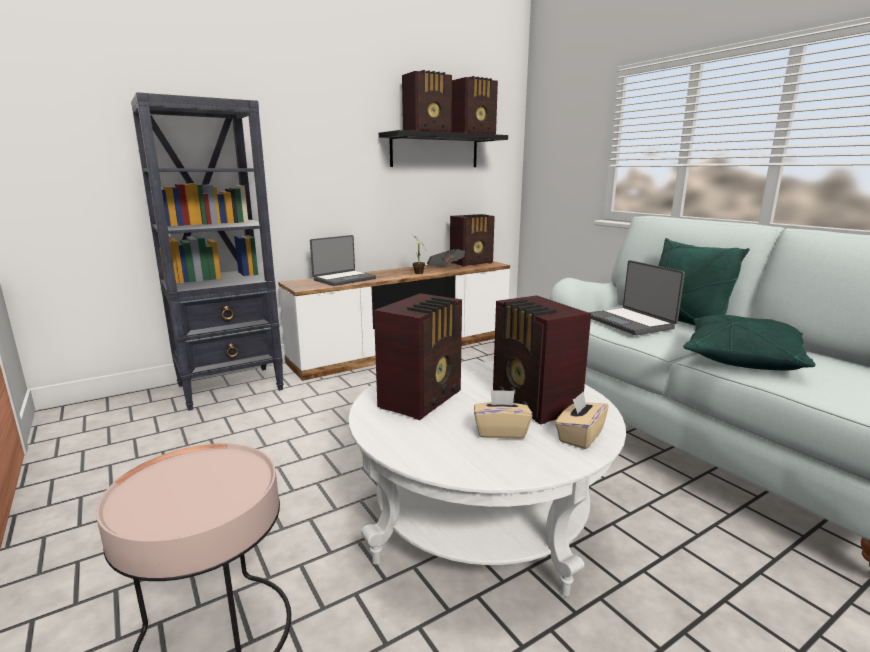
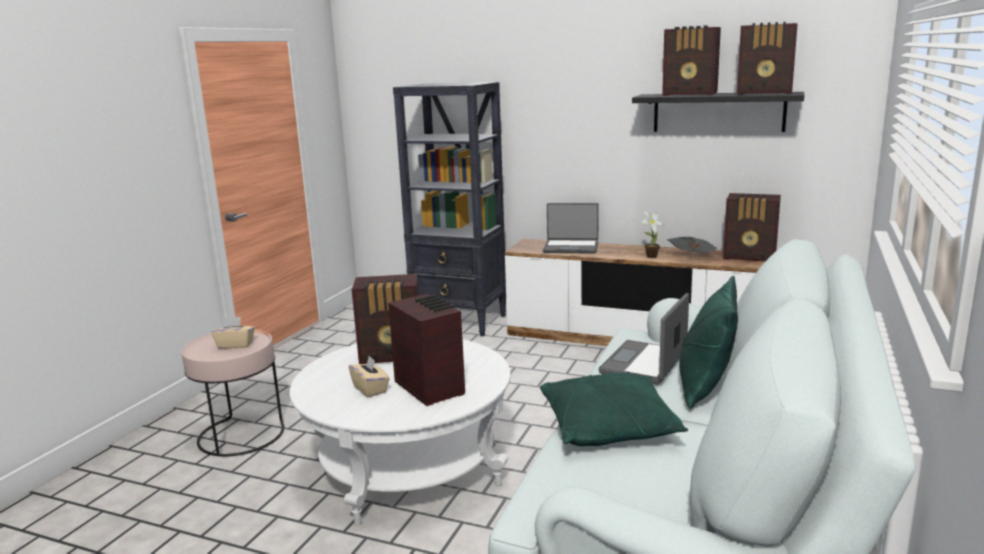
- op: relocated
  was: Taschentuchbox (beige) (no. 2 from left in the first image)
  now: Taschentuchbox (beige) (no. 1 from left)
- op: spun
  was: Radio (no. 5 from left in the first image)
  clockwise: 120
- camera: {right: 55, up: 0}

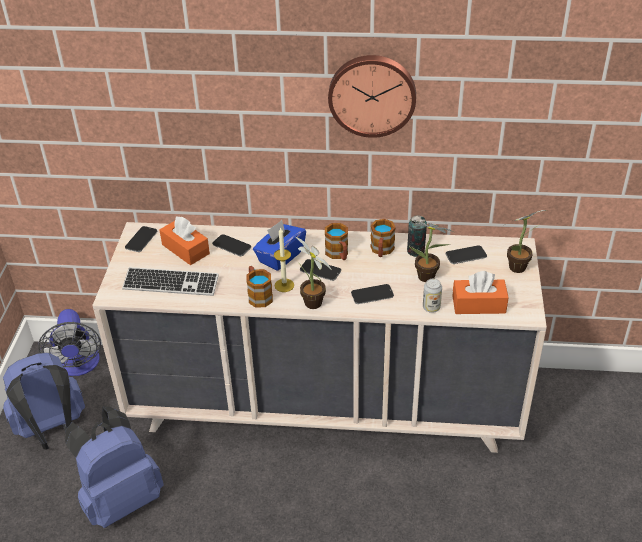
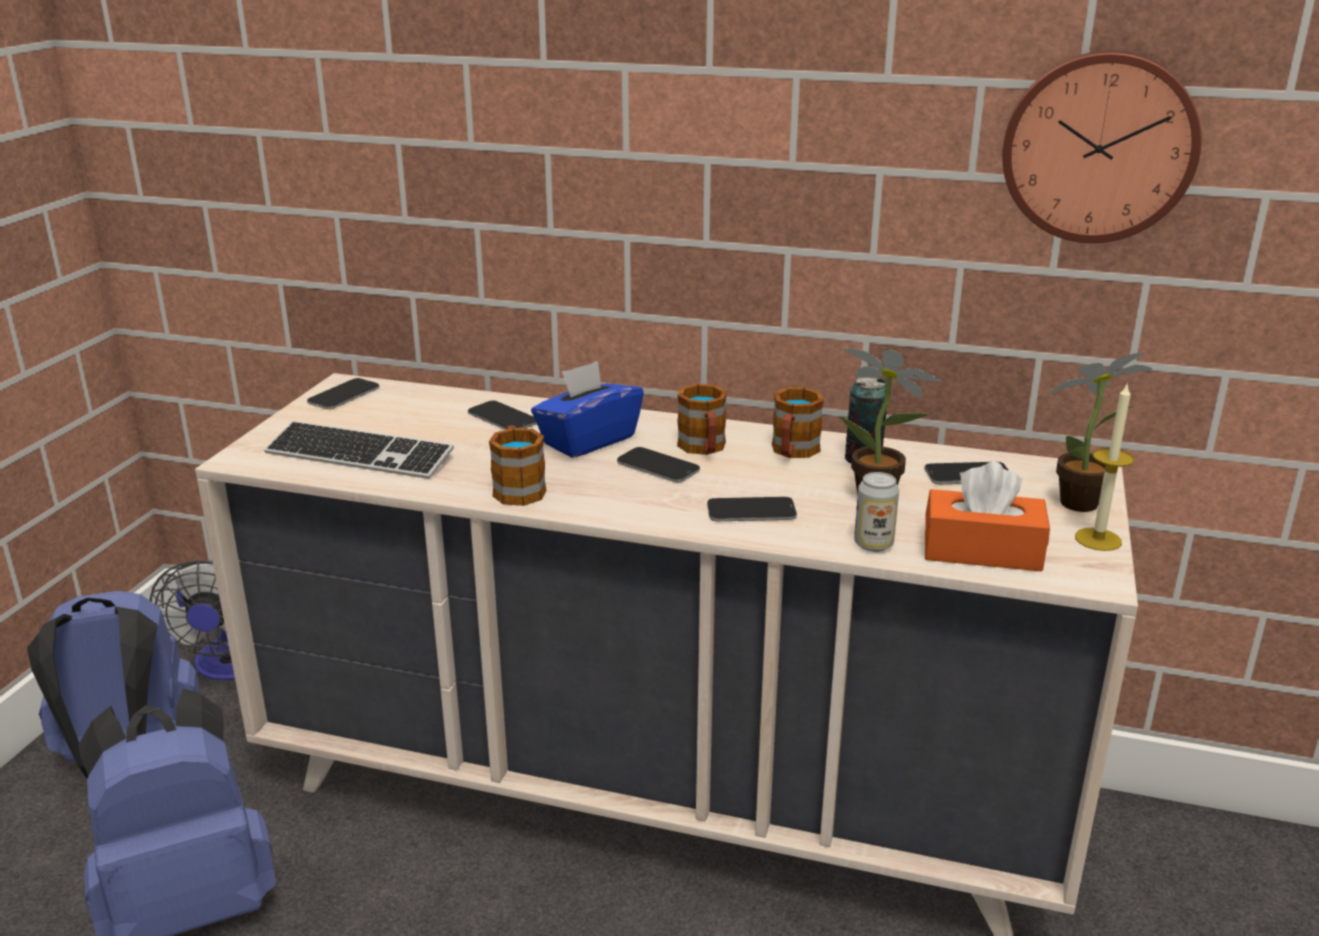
- op: relocated
  was: Wanduhr
- op: relocated
  was: Kerze
- op: missing
  was: Taschentuchbox (orange) (no. 1 from left)
- op: missing
  was: Topfpflanze (no. 1 from left)
- camera: {right: 10, up: -15}

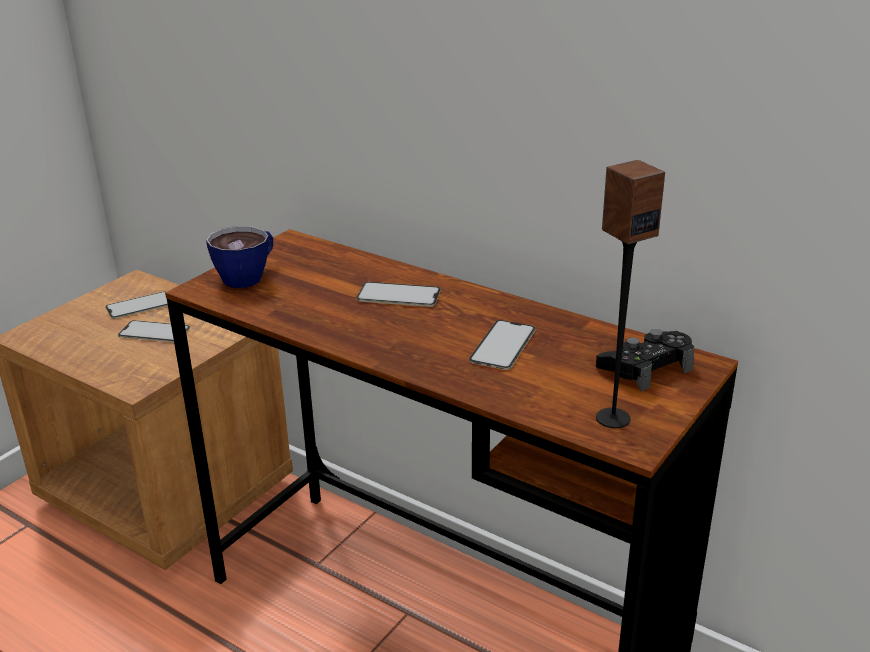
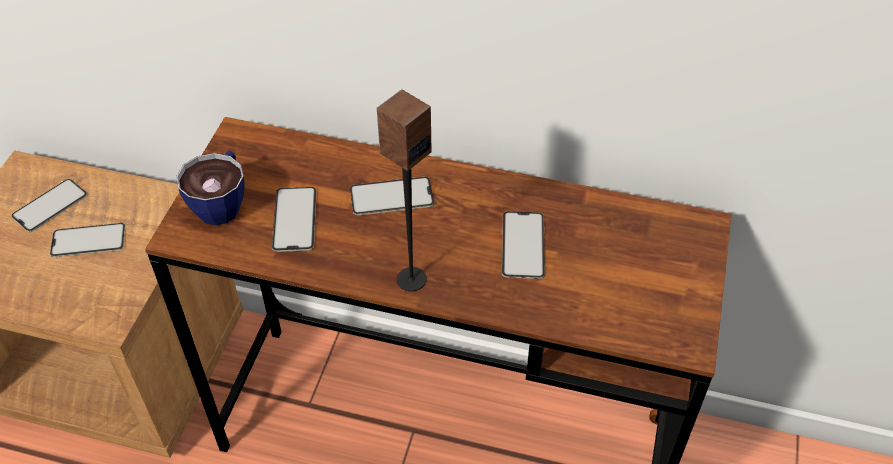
- op: appeared
  now: Handy (no. 3 from left)
- op: relocated
  was: Lautsprecher
- op: missing
  was: Gamepad (schwarz)
- camera: {right: -20, up: 20}

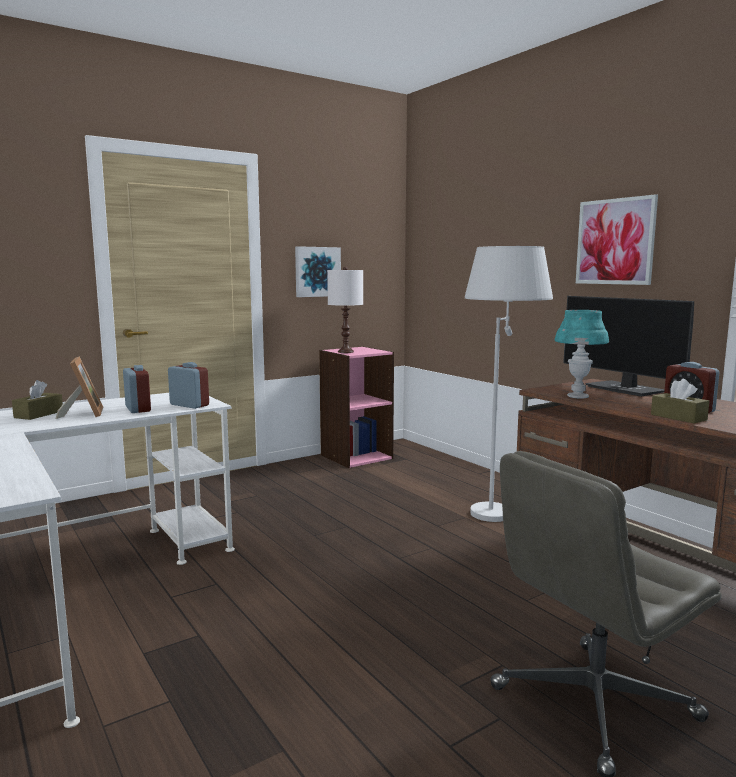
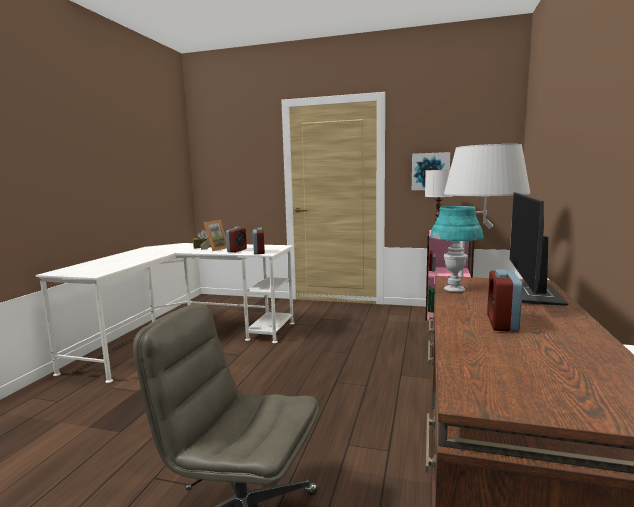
- op: missing
  was: Bild (no. 2 from left)
- op: missing
  was: Taschentuchbox (braun) (no. 2 from left)
- camera: {right: 50, up: 0}

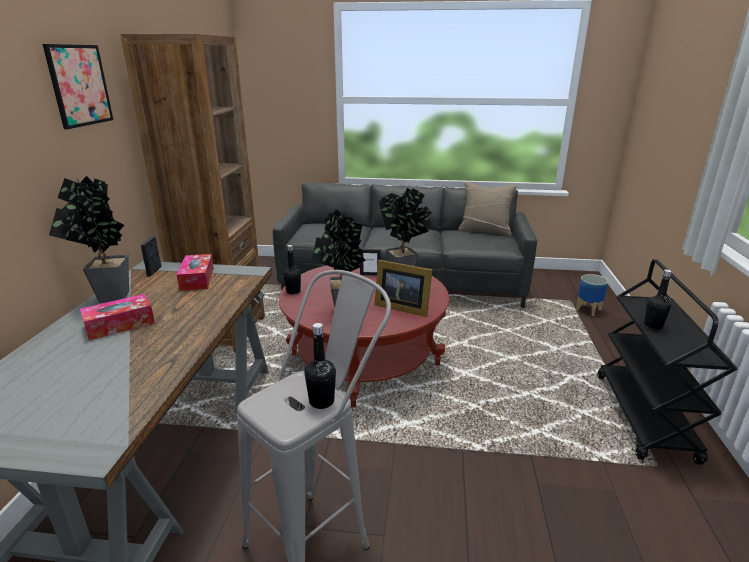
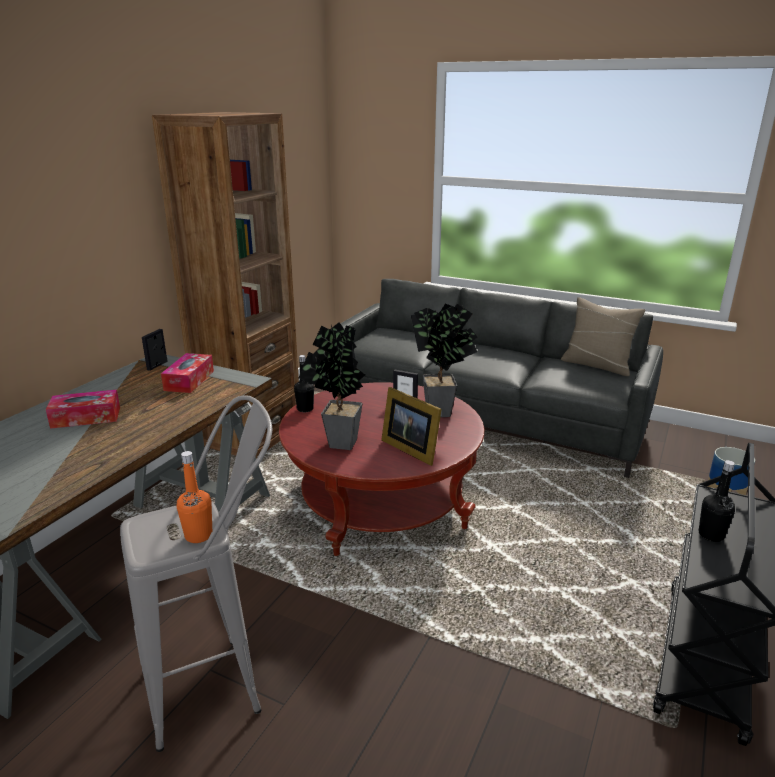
- op: colour
  was: Flasche (schwarz) (no. 2 from left)
  now: Flasche (orange)
- op: missing
  was: Bild
- op: missing
  was: Topfpflanze (no. 1 from left)
- camera: {right: 20, up: 0}

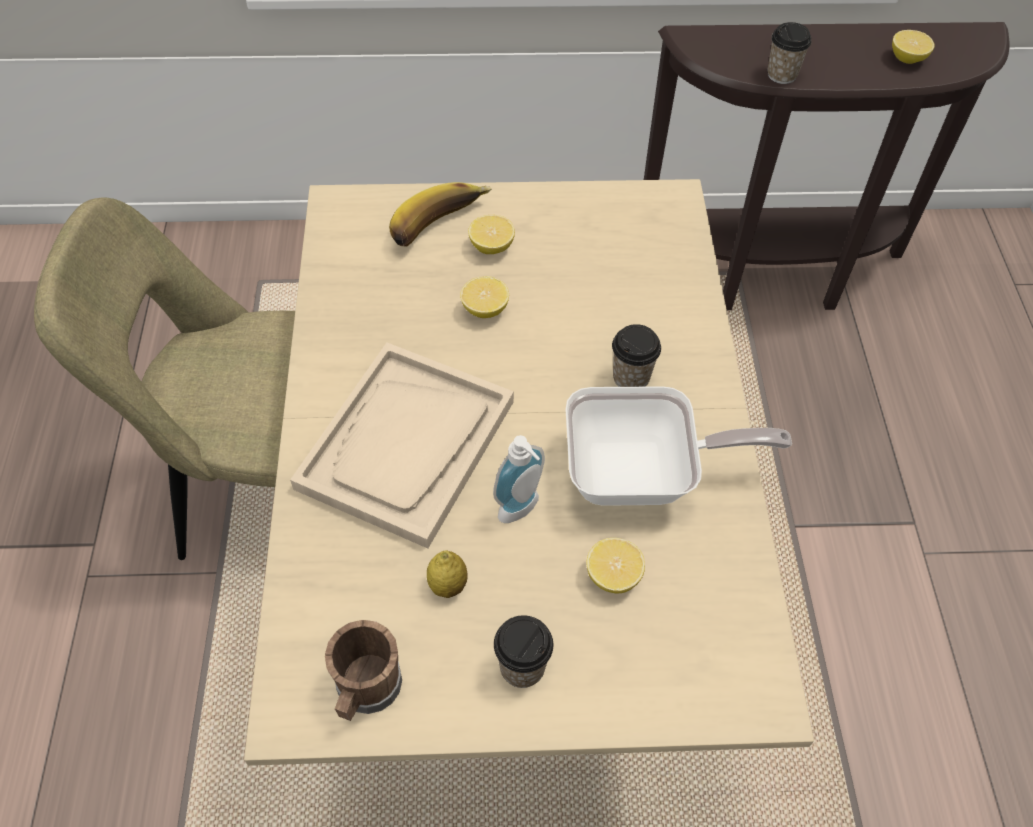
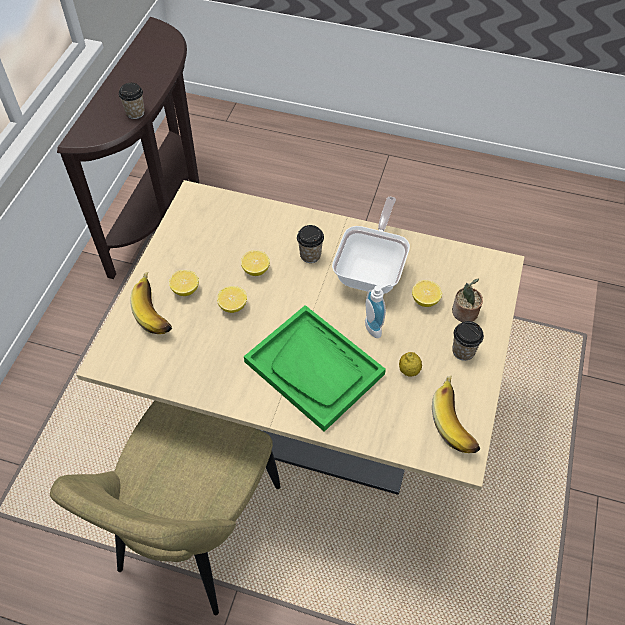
- op: relocated
  was: Zitrone (no. 5 from left in the first image)
  now: Zitrone (no. 3 from left)
- op: colour
  was: Tablett (beige)
  now: Tablett (grün)
- op: exchanged
  was: Henkelbecher (braun)
  now: Banane (no. 2 from left)
- op: appeared
  now: Topfpflanze
- camera: {right: -70, up: 0}

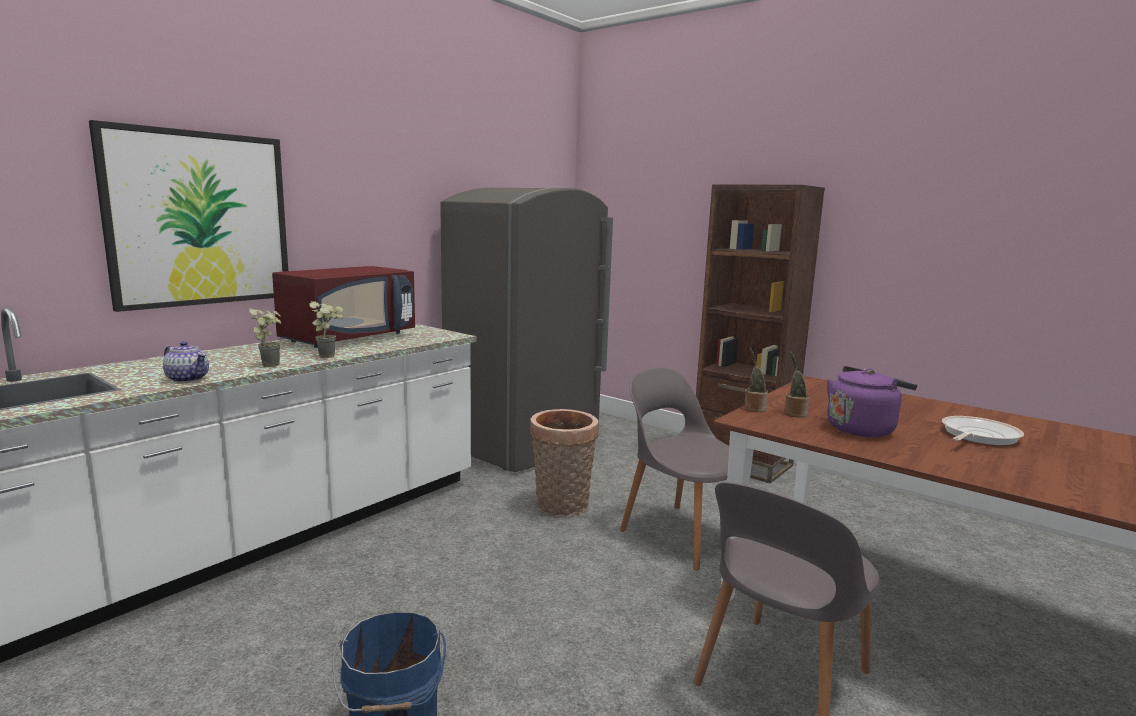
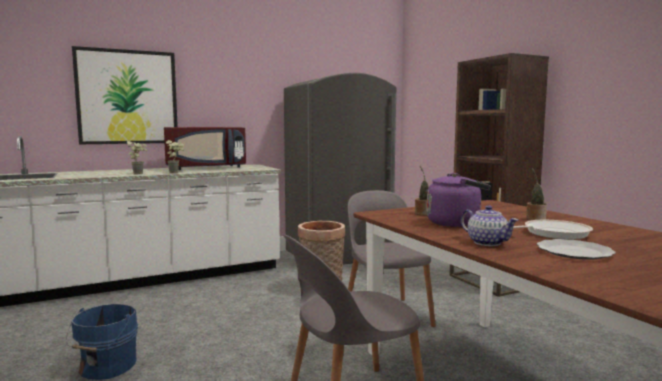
- op: relocated
  was: Teekanne
- op: relocated
  was: Topfpflanze (no. 3 from left in the first image)
  now: Topfpflanze (no. 4 from left)
- op: appeared
  now: Teller
- camera: {right: 25, up: -5}

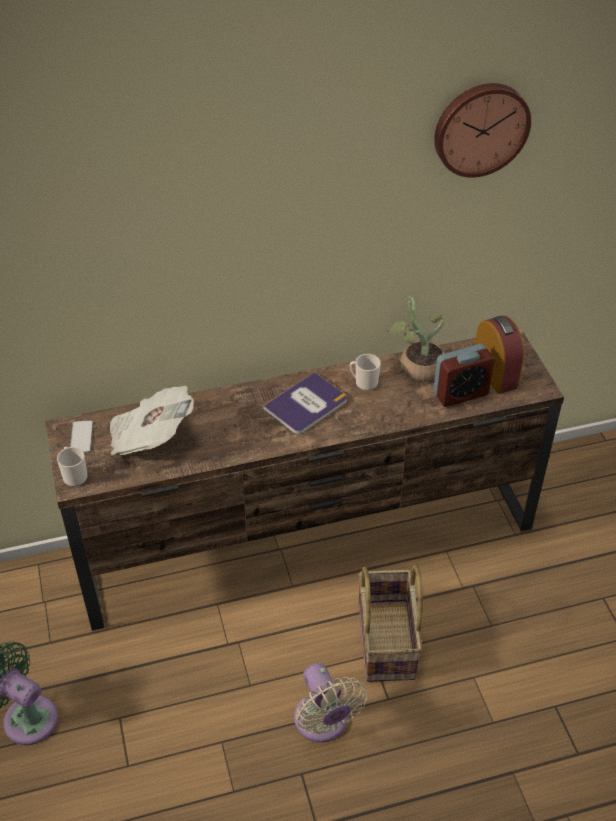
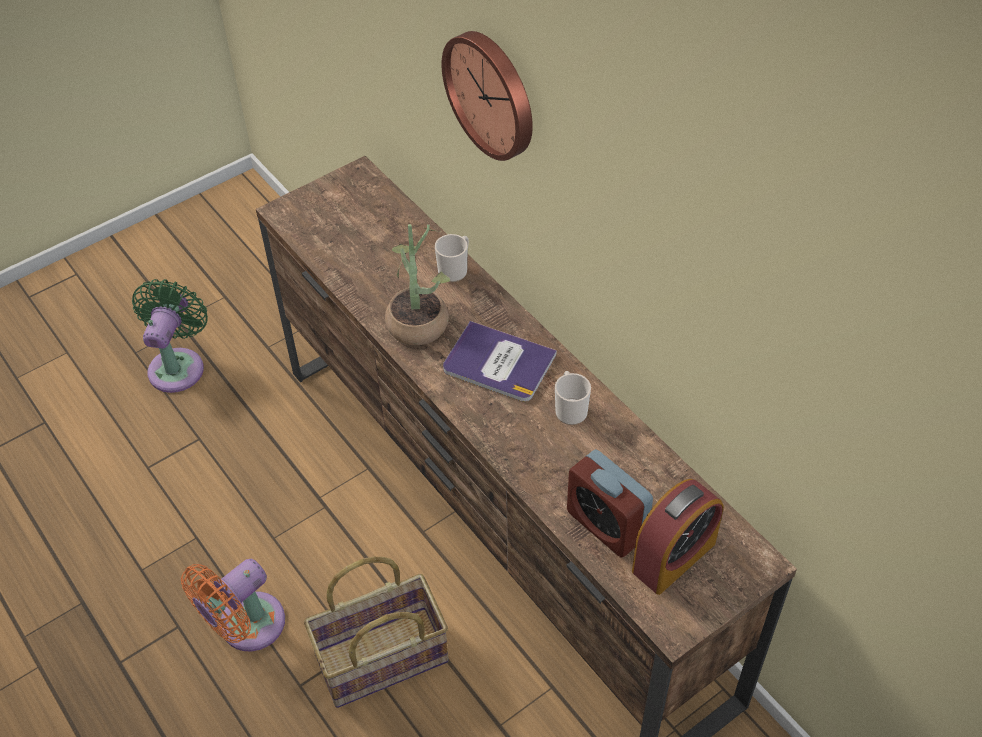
- op: colour
  was: Ventilator (beige)
  now: Ventilator (orange)
- op: relocated
  was: Topfpflanze
- op: relocated
  was: Henkelbecher (no. 1 from left)
- op: relocated
  was: Wanduhr
- op: missing
  was: Handy
- op: missing
  was: Zeitung
- camera: {right: 70, up: 5}

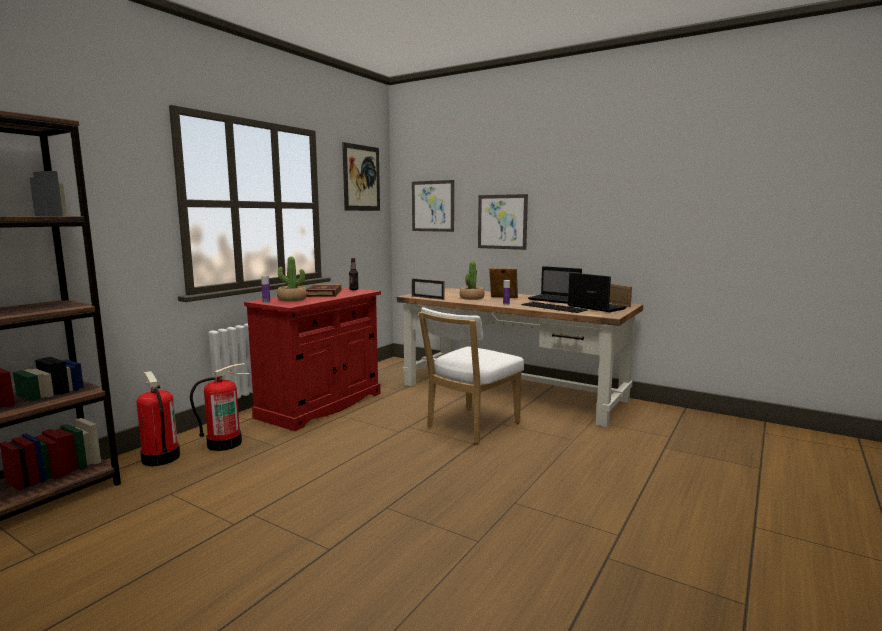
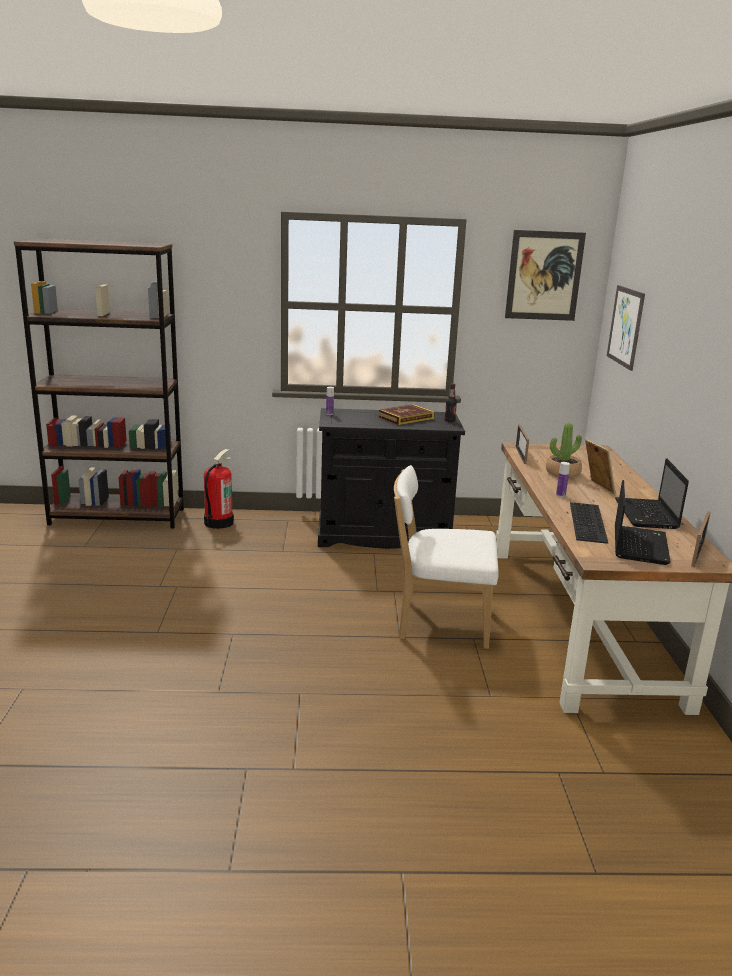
- op: colour
  was: Schrank (rot)
  now: Schrank (schwarz)
- op: missing
  was: Feuerlöscher (no. 2 from left)
- op: missing
  was: Topfpflanze (no. 1 from left)
- op: missing
  was: Bild (no. 3 from left)
- camera: {right: 55, up: 10}

